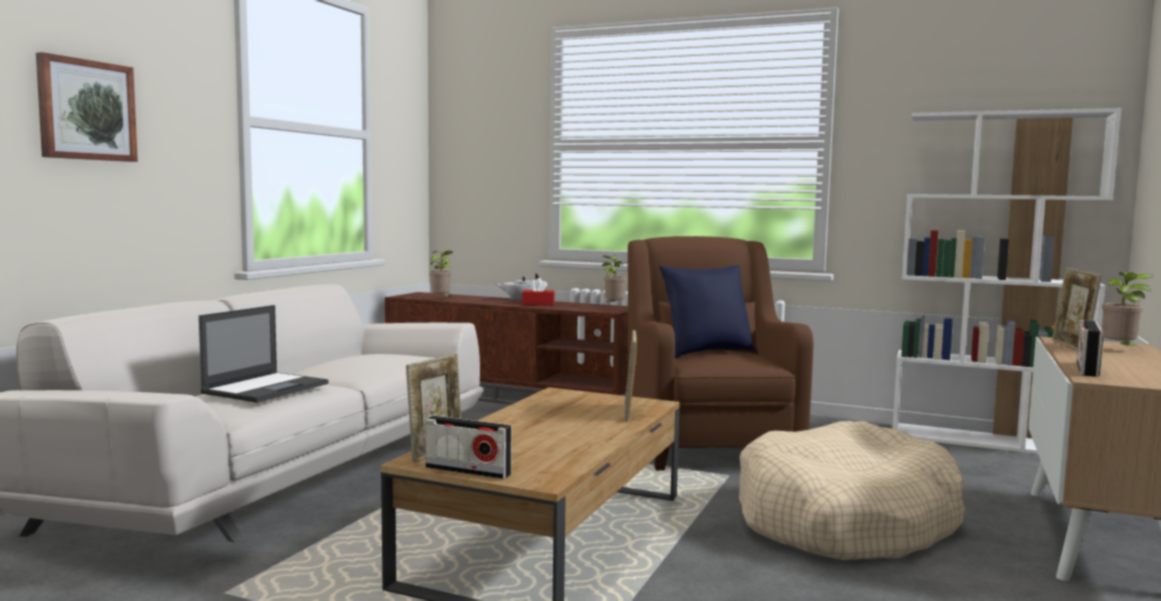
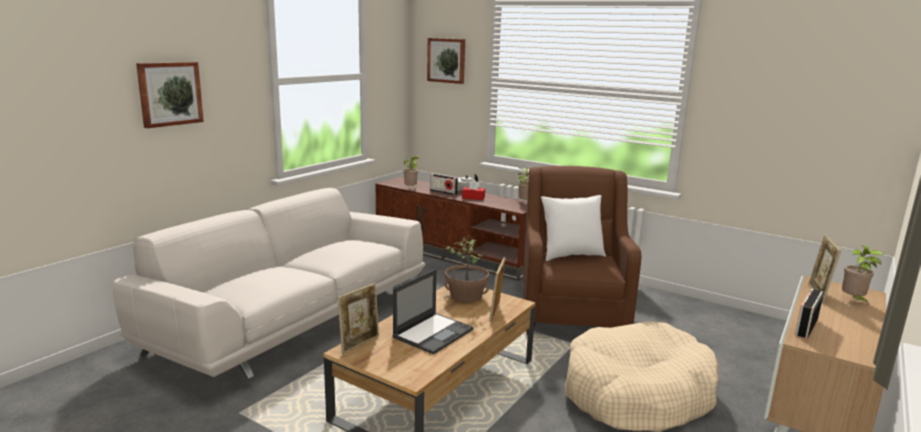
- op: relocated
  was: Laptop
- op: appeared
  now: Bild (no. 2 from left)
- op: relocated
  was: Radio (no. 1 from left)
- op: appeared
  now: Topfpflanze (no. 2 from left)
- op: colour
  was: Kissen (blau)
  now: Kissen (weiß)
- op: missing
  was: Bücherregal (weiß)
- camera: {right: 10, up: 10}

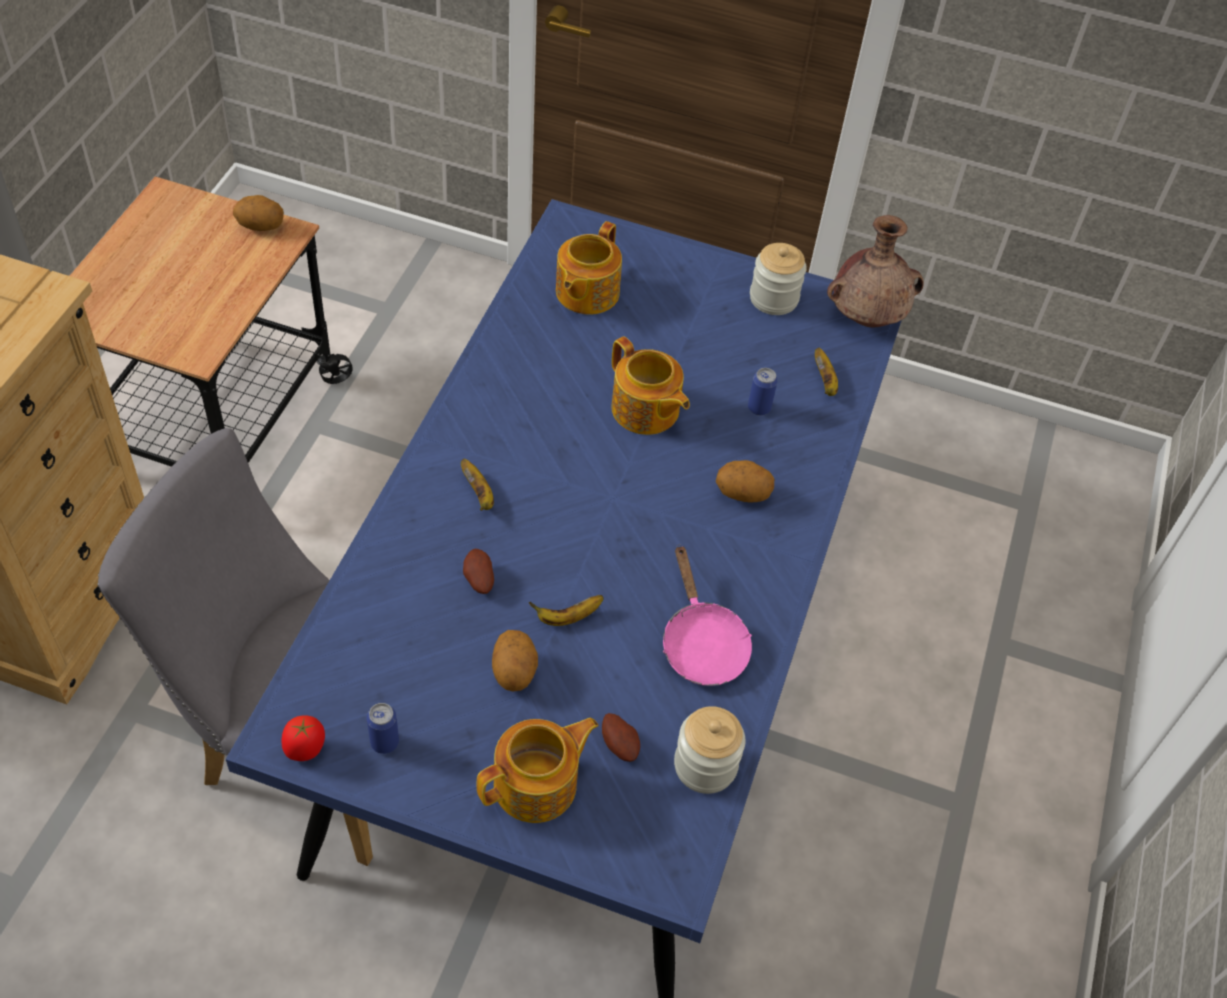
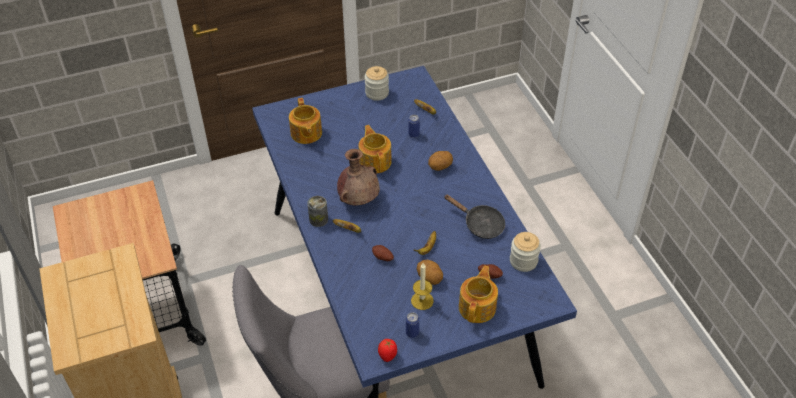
- op: appeared
  now: Dose (no. 1 from left)
- op: relocated
  was: Vase (braun)
- op: spun
  was: Teekanne (no. 3 from left in the first image)
  clockwise: -120
- op: appeared
  now: Kerze
- op: colour
  was: Pfanne (rosa)
  now: Pfanne (schwarz)
- op: missing
  was: Kartoffel (no. 1 from left)
- camera: {right: -35, up: -5}

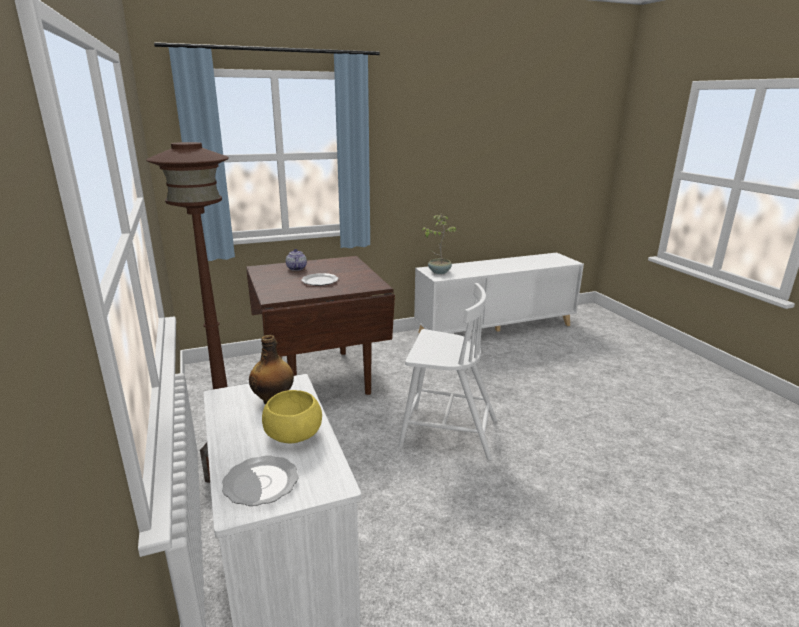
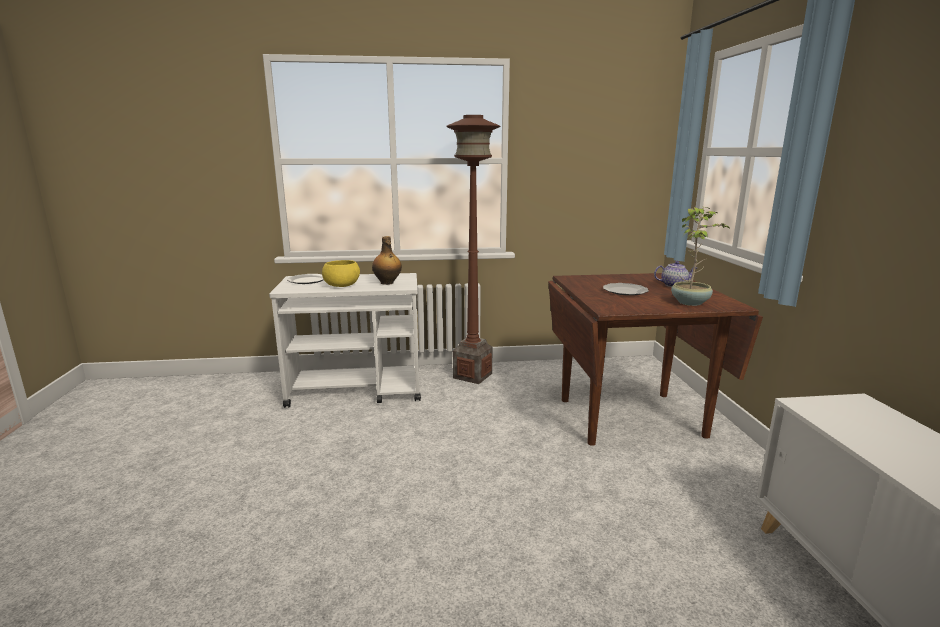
- op: relocated
  was: Topfpflanze
- op: missing
  was: Stuhl (weiß)
- camera: {right: 105, up: -5}

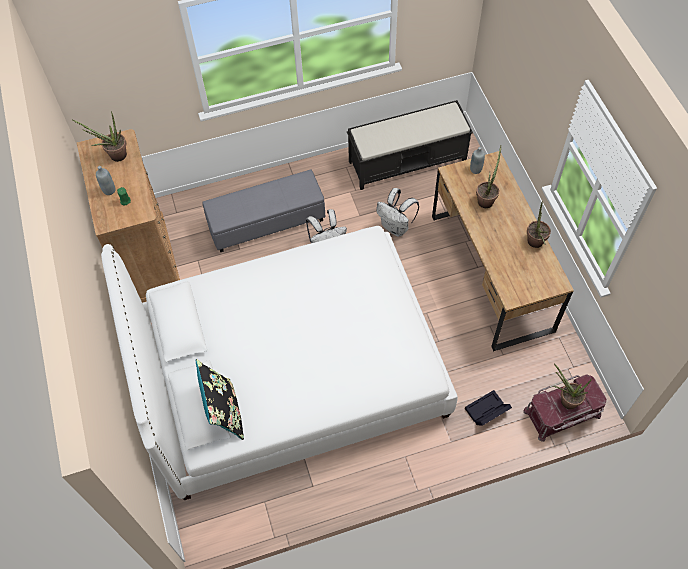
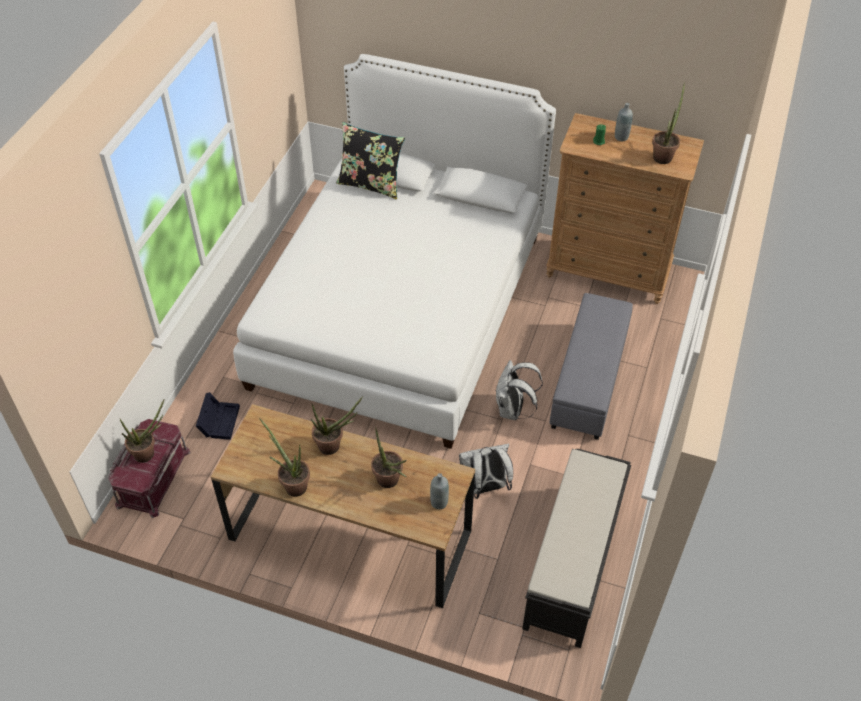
- op: appeared
  now: Topfpflanze (no. 3 from left)
- camera: {right: 125, up: -10}

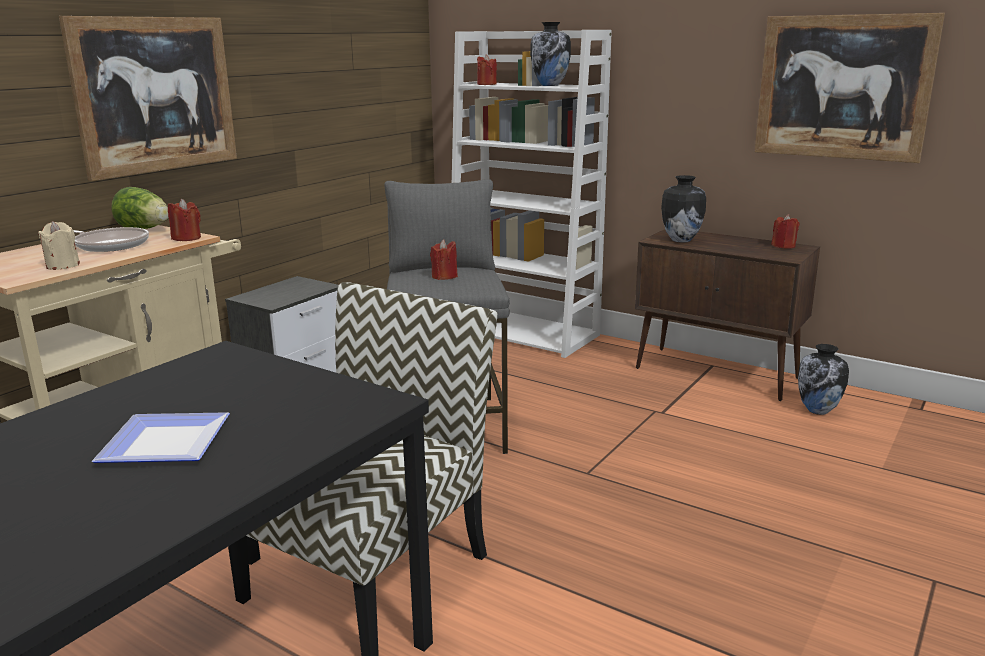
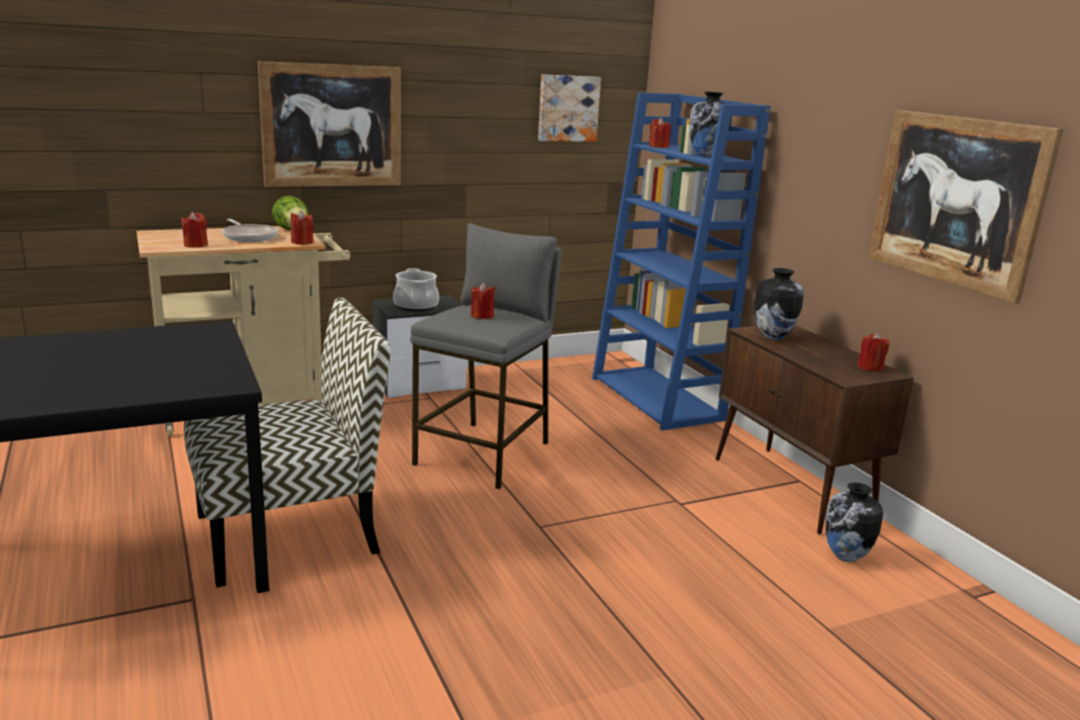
- op: colour
  was: Kerze (beige)
  now: Kerze (rot) (no. 1 from left)
- op: appeared
  now: Kochtopf
- op: appeared
  now: Bild (no. 2 from left)
- op: colour
  was: Bücherregal (weiß)
  now: Bücherregal (blau)
- op: missing
  was: Teller
- camera: {right: 30, up: 0}

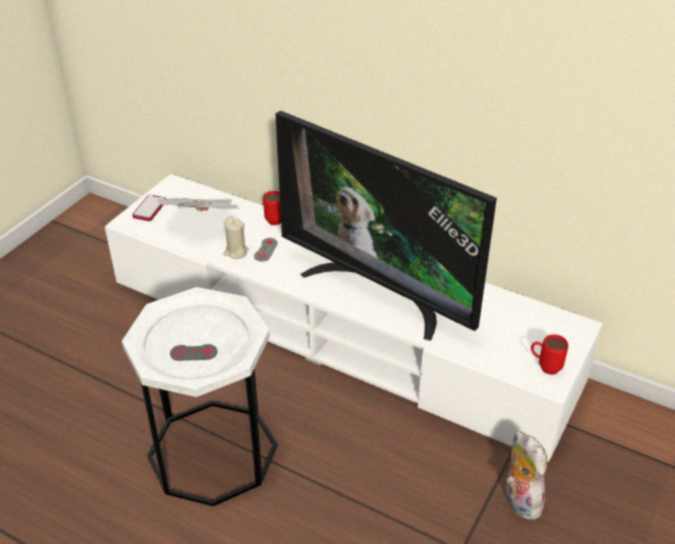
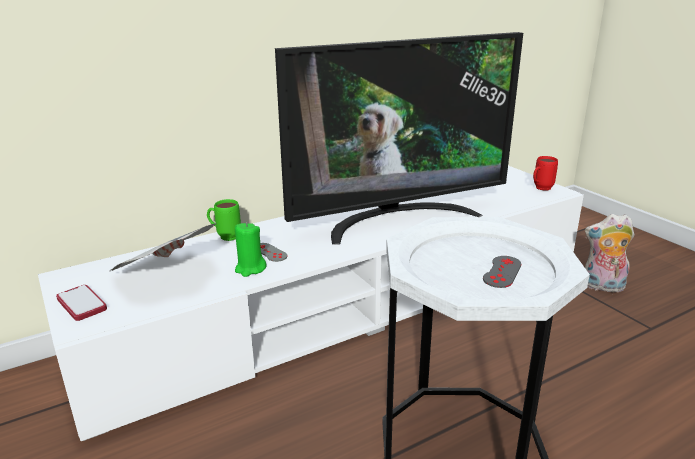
- op: colour
  was: Henkelbecher (rot) (no. 1 from left)
  now: Henkelbecher (grün)
- op: colour
  was: Kerze (beige)
  now: Kerze (grün)
- camera: {right: -60, up: -15}

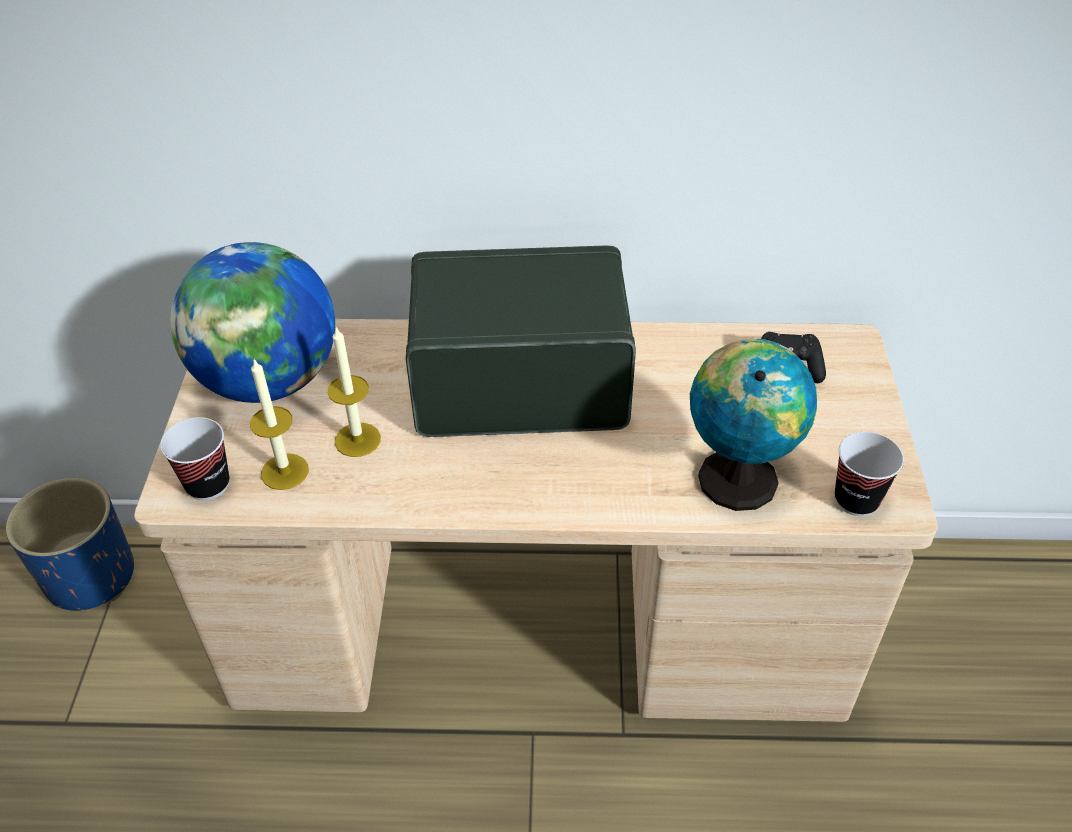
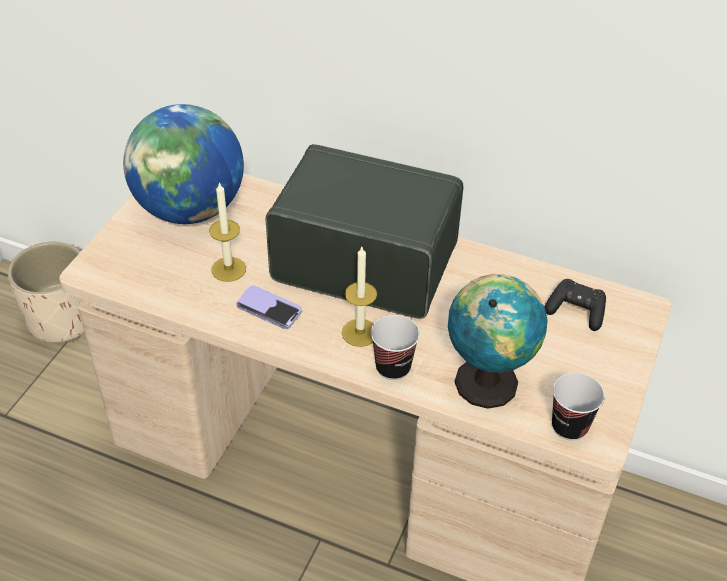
- op: colour
  was: Pflanzkübel (blau)
  now: Pflanzkübel (beige)
- op: appeared
  now: Handy
- op: relocated
  was: Kerze (no. 1 from left in the first image)
  now: Kerze (no. 2 from left)
- op: relocated
  was: Tasse (no. 1 from left)
- camera: {right: 20, up: 0}

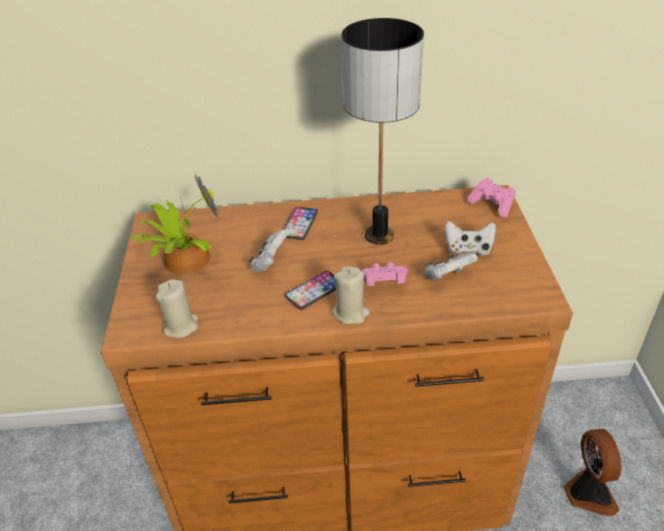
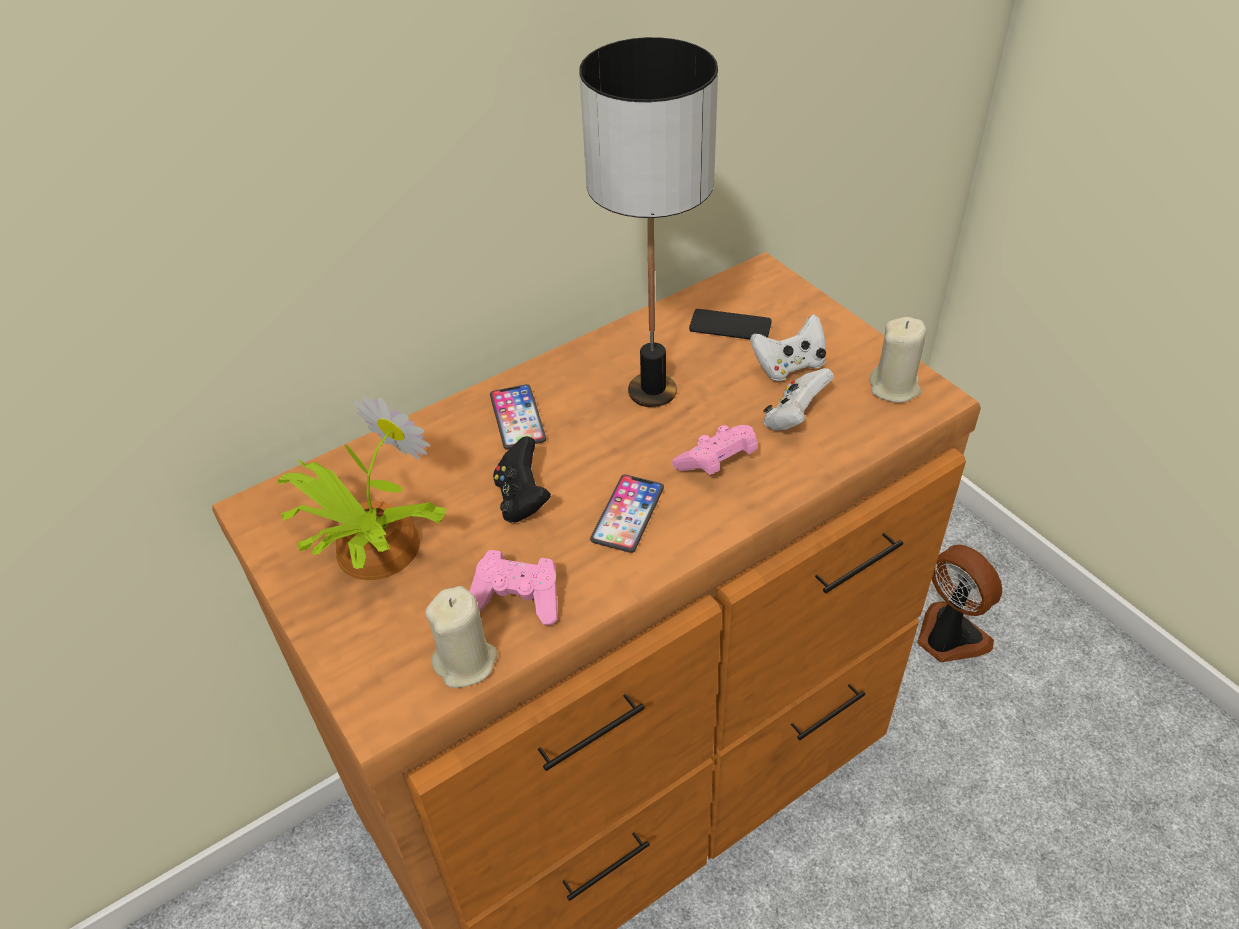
- op: relocated
  was: Gamepad (rosa) (no. 2 from left in the first image)
  now: Gamepad (rosa) (no. 1 from left)
- op: colour
  was: Gamepad (weiß) (no. 1 from left)
  now: Gamepad (schwarz)
- op: appeared
  now: Handy (no. 3 from left)
- op: relocated
  was: Kerze (beige) (no. 2 from left)
- camera: {right: -30, up: 5}

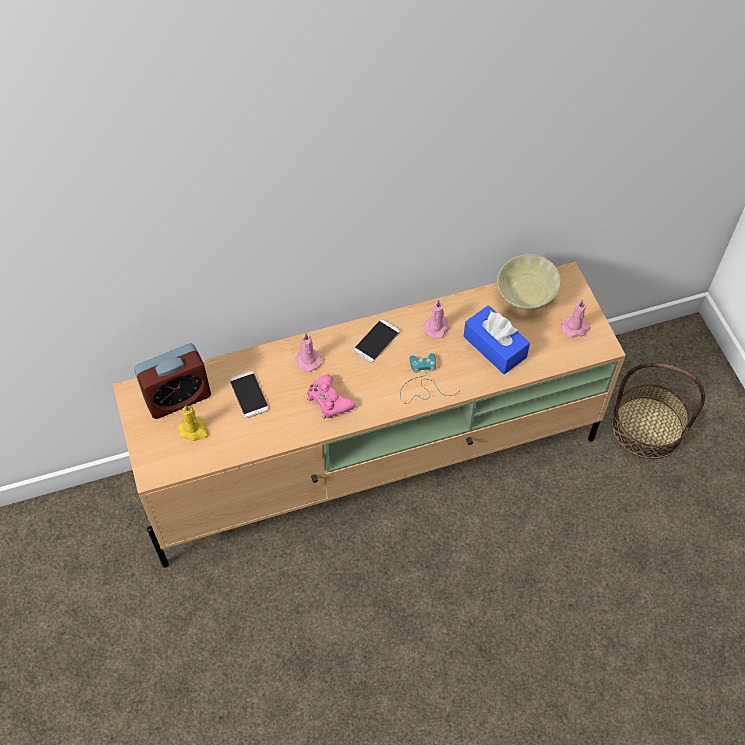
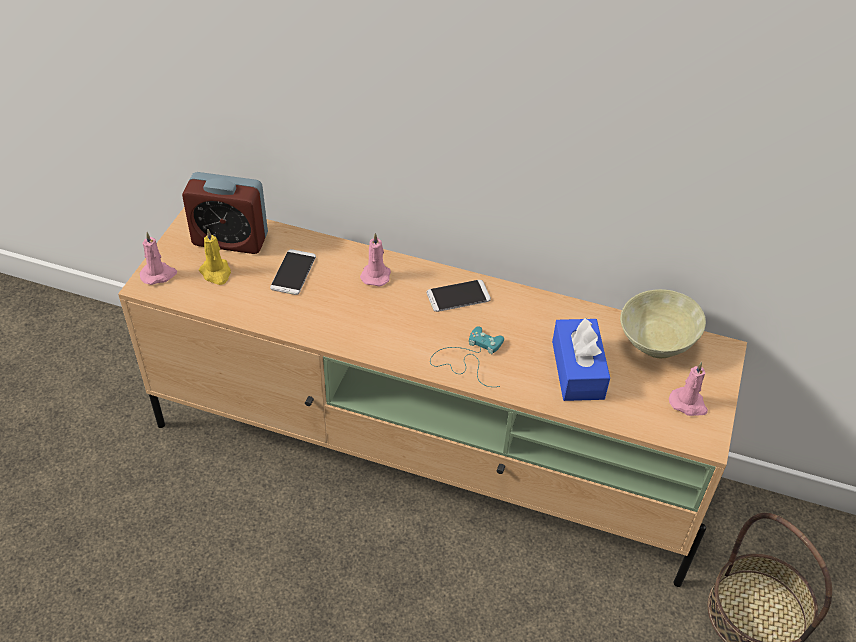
- op: relocated
  was: Kerze (rosa) (no. 2 from left in the first image)
  now: Kerze (rosa) (no. 1 from left)
- op: missing
  was: Gamepad (rosa)
- camera: {right: 35, up: -10}

